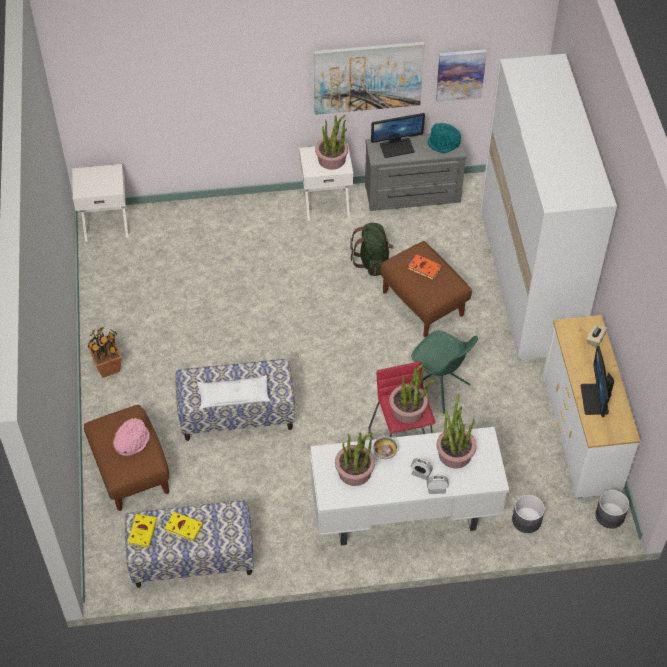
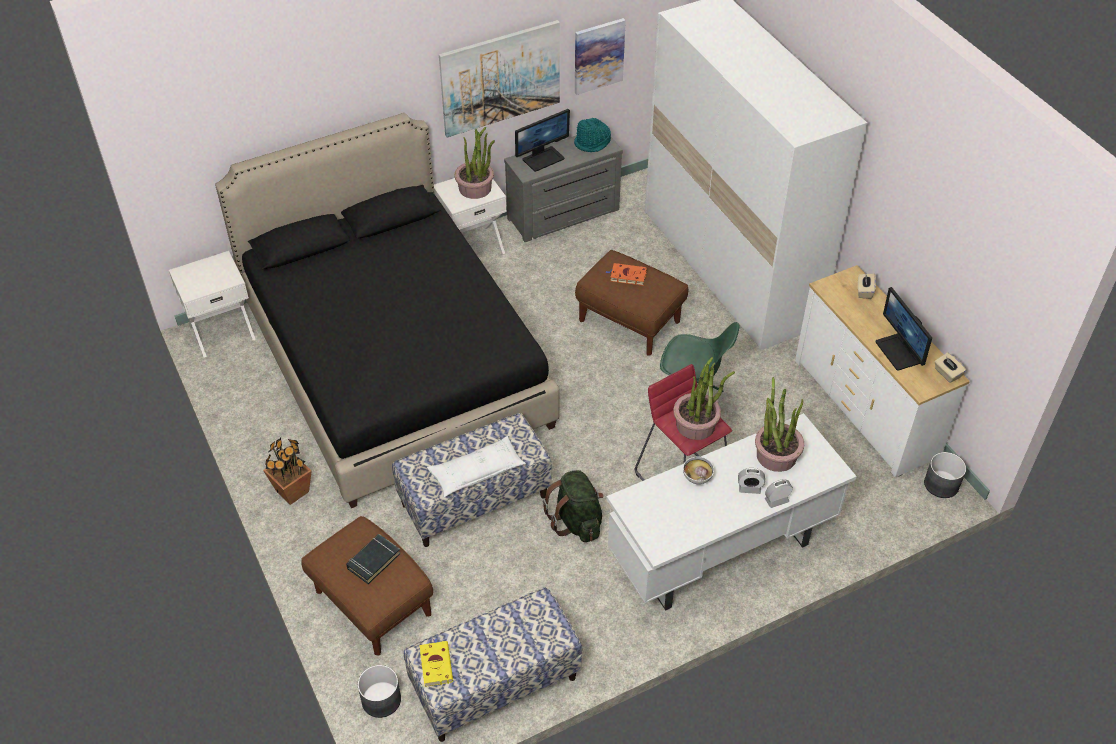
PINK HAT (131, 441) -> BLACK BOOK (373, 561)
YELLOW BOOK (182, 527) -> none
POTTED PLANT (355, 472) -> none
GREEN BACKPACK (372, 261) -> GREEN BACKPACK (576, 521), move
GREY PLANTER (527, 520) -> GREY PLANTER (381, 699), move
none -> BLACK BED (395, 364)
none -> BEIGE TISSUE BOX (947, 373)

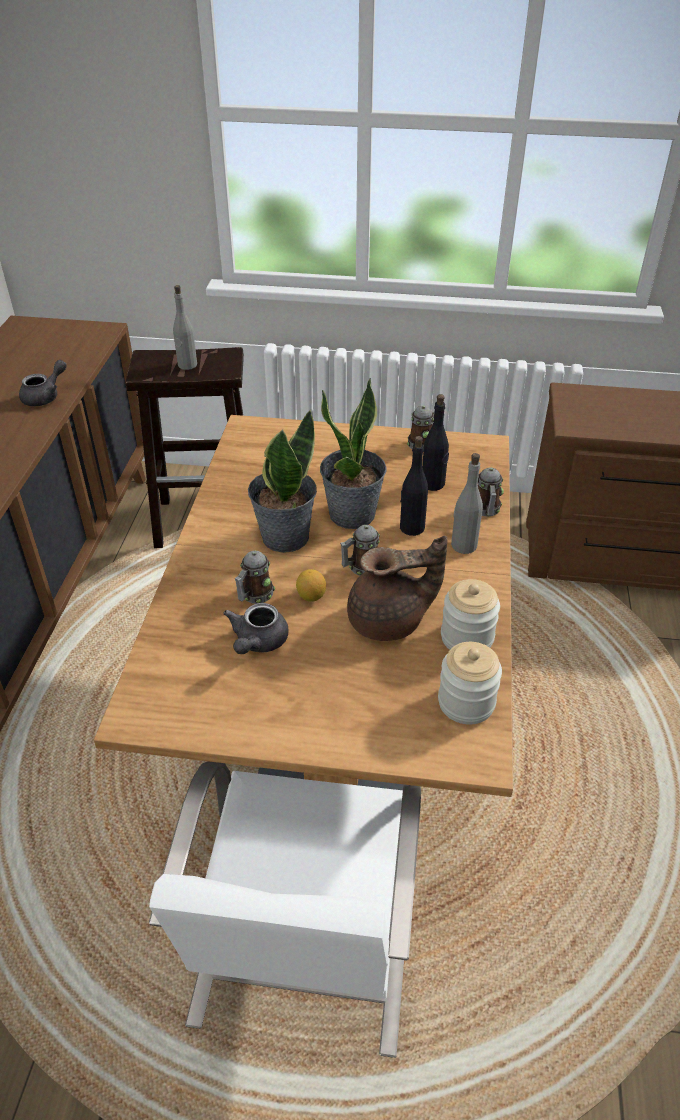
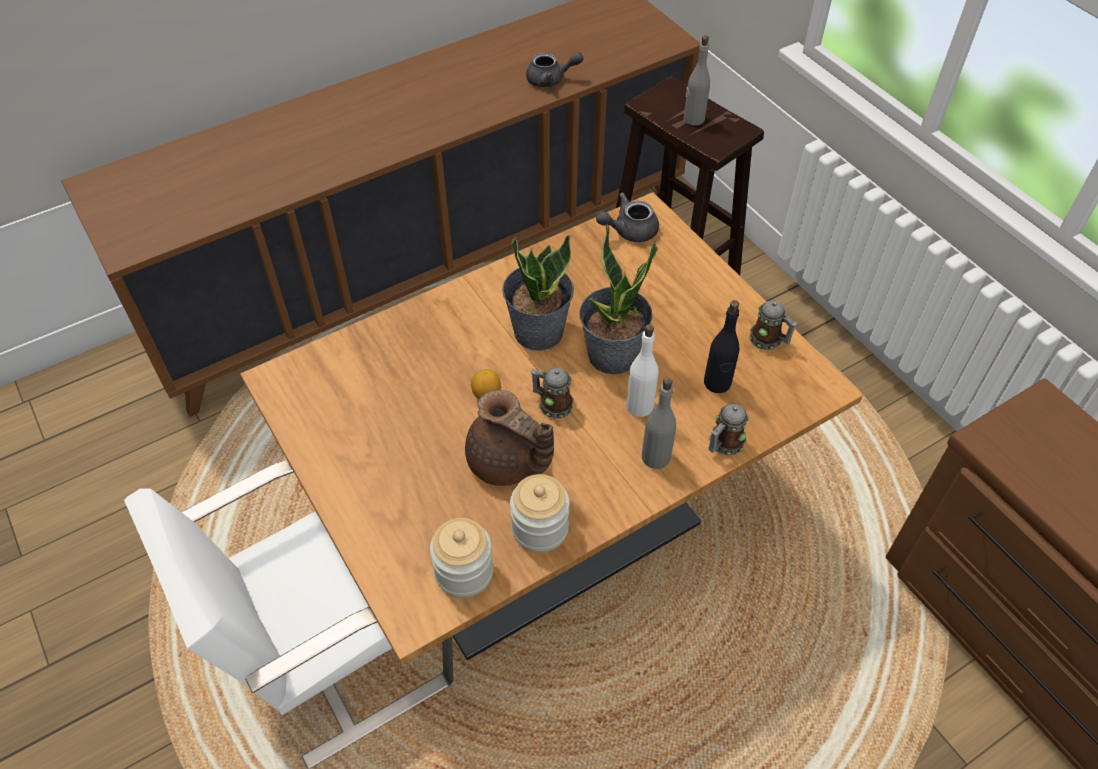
GREY TEAPOT (257, 642) -> GREY TEAPOT (629, 230), move
MUG (254, 595) -> none
BLACK BOTTLE (411, 528) -> WHITE BOTTLE (639, 405)

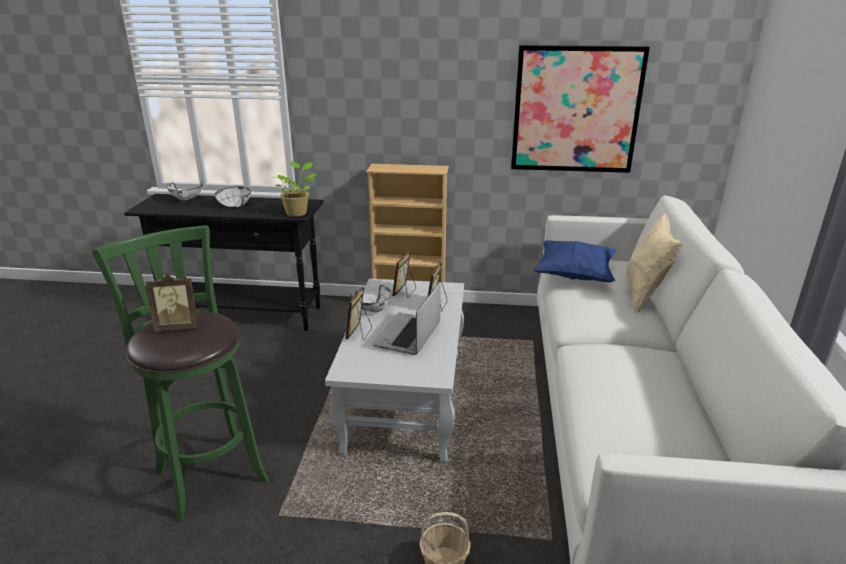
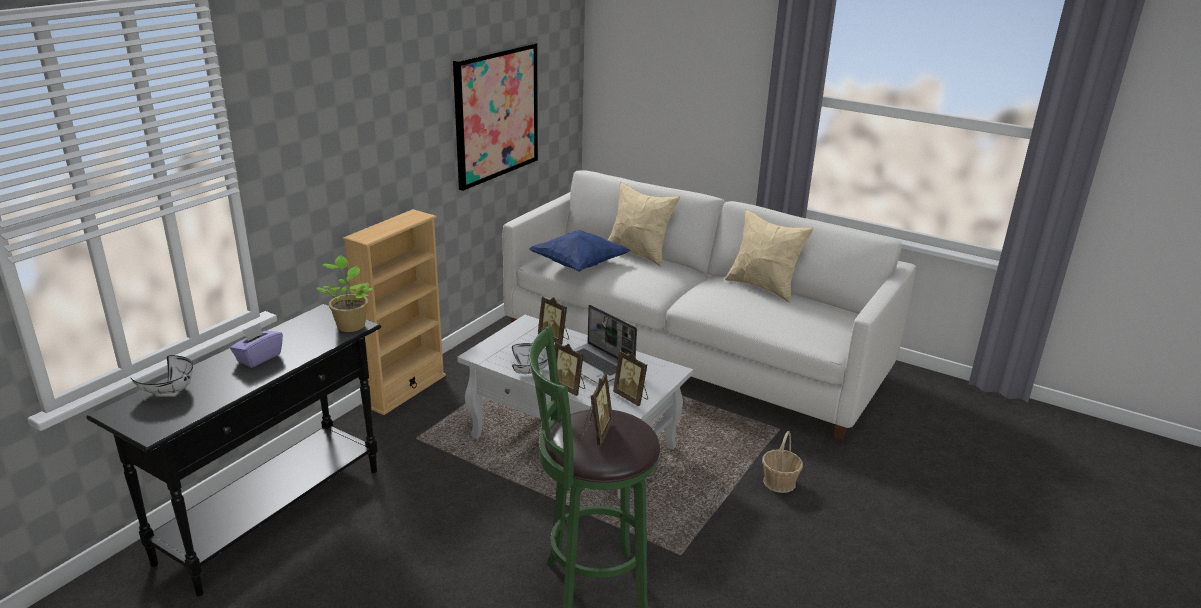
WHITE BOWL (236, 205) -> PURPLE TISSUE BOX (259, 358)
PICTURE FRAME (405, 292) -> PICTURE FRAME (631, 397), move
none -> BEIGE PILLOW (763, 287)

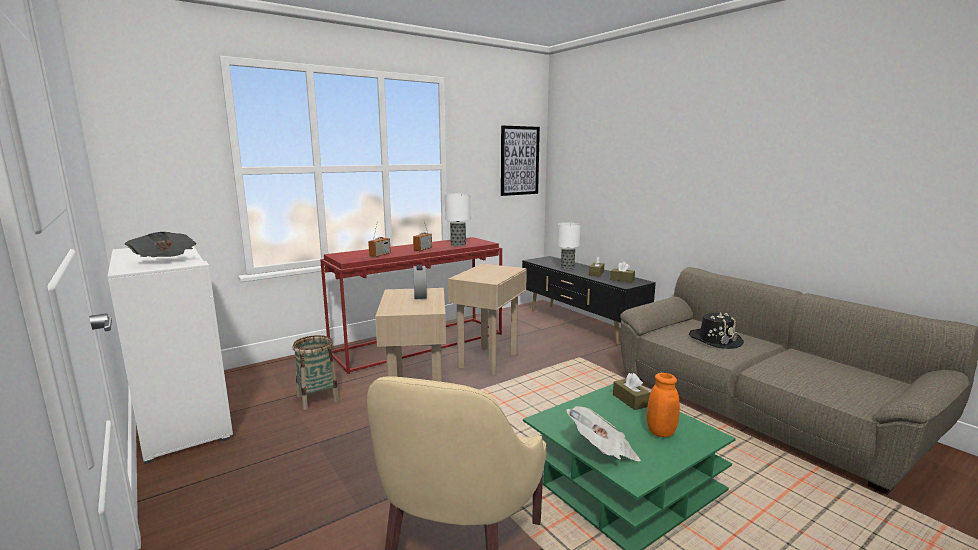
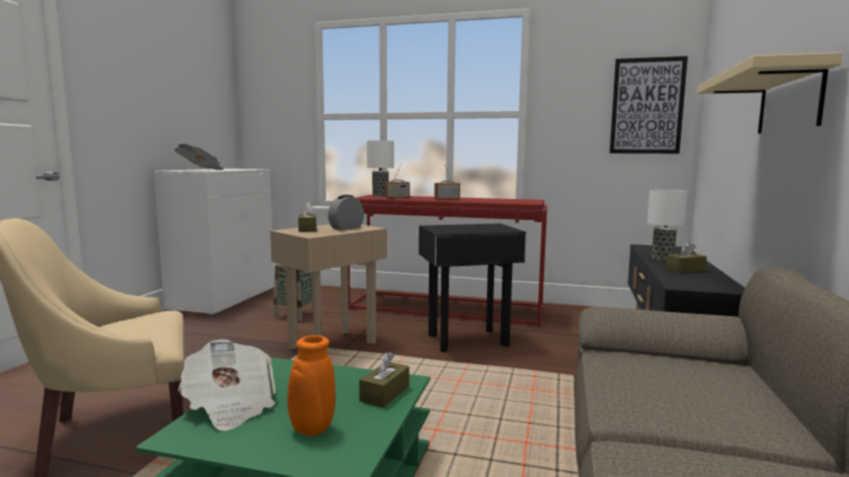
TABLE LAMP (458, 245) -> TABLE LAMP (380, 195), move
BEIGE SIDE TABLE (489, 360) -> BLACK SIDE TABLE (468, 340)
BROWN TISSUE BOX (622, 279) -> BROWN TISSUE BOX (307, 229), move
BLACK HAT (715, 340) -> none
none -> BEIGE SHELF (789, 100)

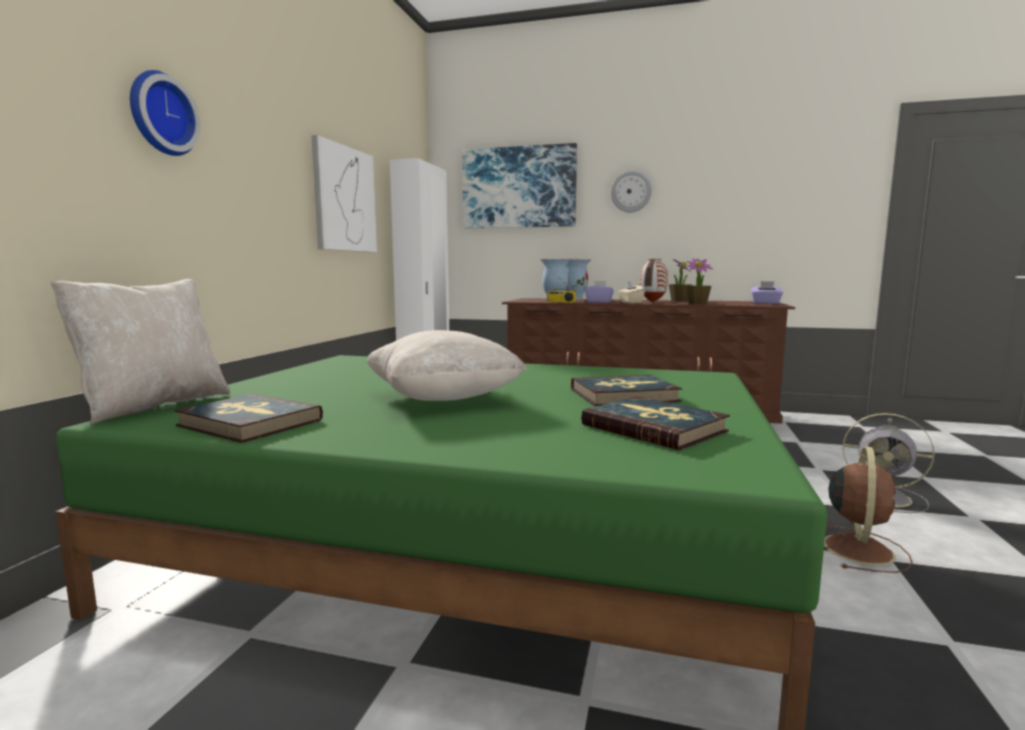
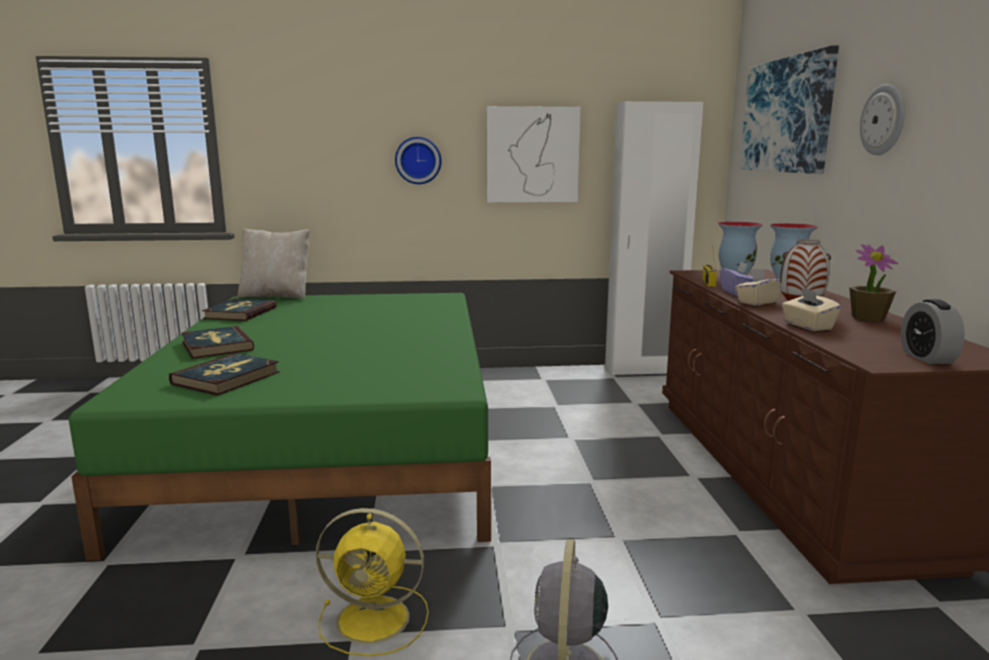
WALL CLOCK (160, 114) -> WALL CLOCK (418, 160), move
BEIGE PILLOW (442, 399) -> none
BOOK (624, 395) -> BOOK (216, 346), move
POTTED PLANT (698, 304) -> BEIGE TISSUE BOX (807, 326)
PURPLE TISSUE BOX (765, 303) -> ALARM CLOCK (927, 358)
BROWN FAN (857, 548) -> YELLOW FAN (376, 619)

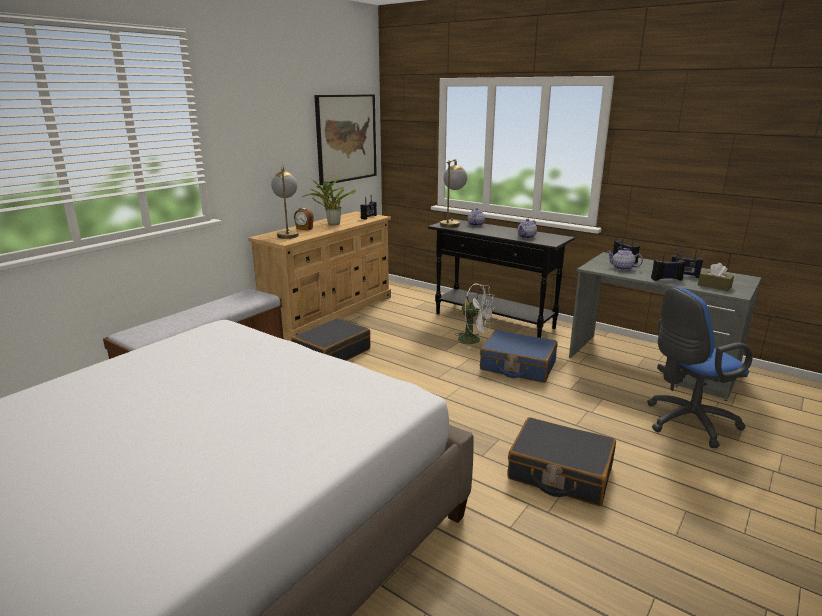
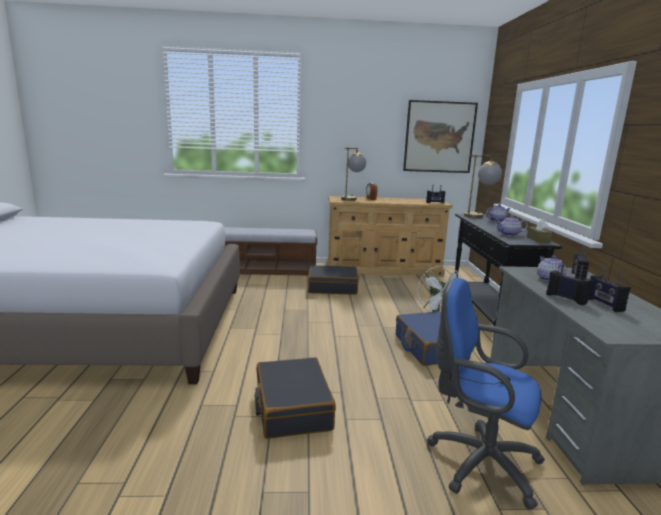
POTTED PLANT (332, 224) -> none
BROWN TISSUE BOX (714, 286) -> BROWN TISSUE BOX (538, 240), move

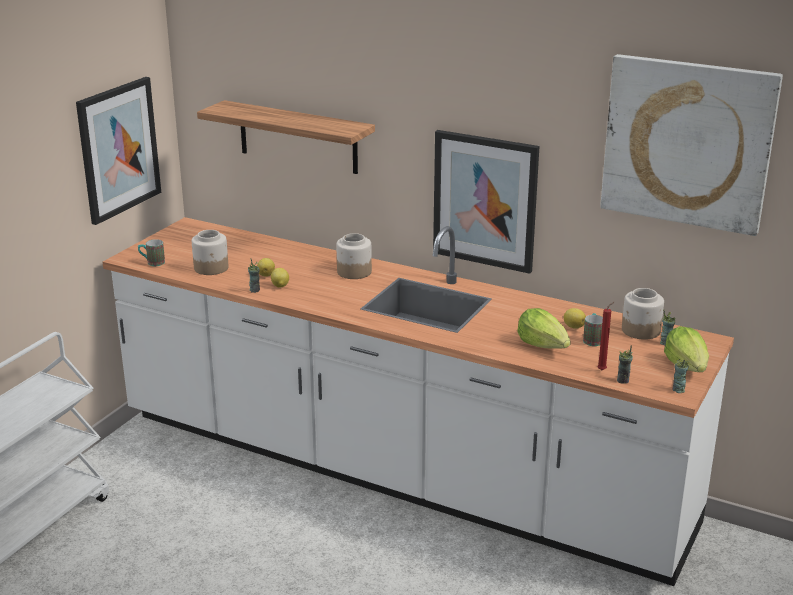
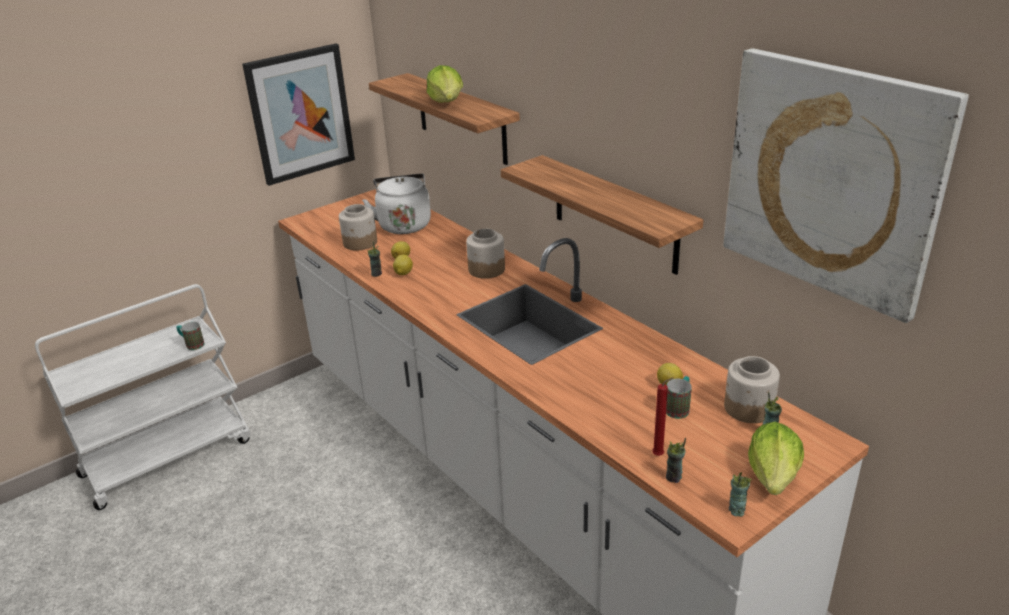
MUG (152, 263) -> MUG (192, 344), move
PICTURE (485, 200) -> SHELF (614, 214)
LETTUCE (543, 345) -> LETTUCE (447, 102), move
none -> WHITE KETTLE (403, 224)

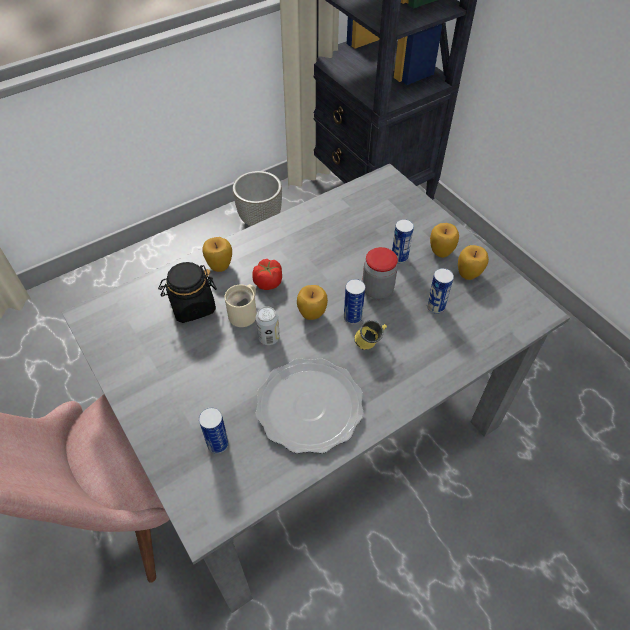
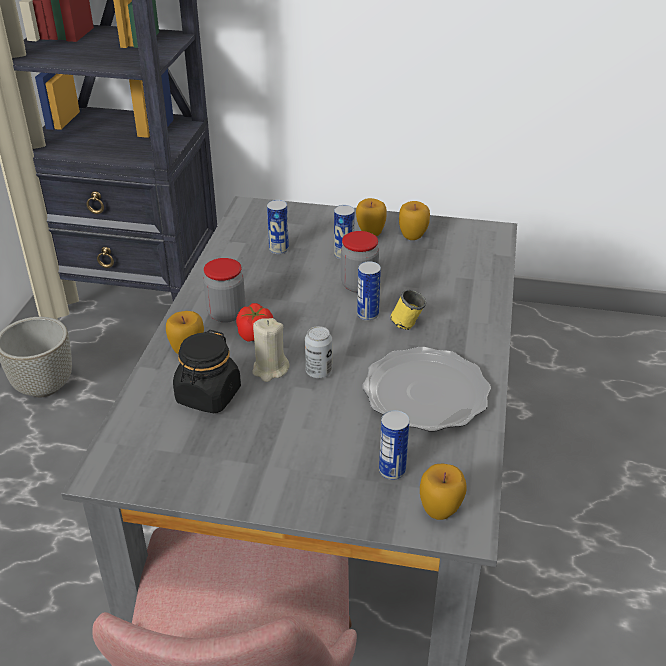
BEIGE MUG (245, 314) -> BEIGE CANDLE (270, 369)
APPLE (312, 314) -> APPLE (440, 511), move
CAN (435, 307) -> CAN (278, 249), move
none -> JAR (226, 314)

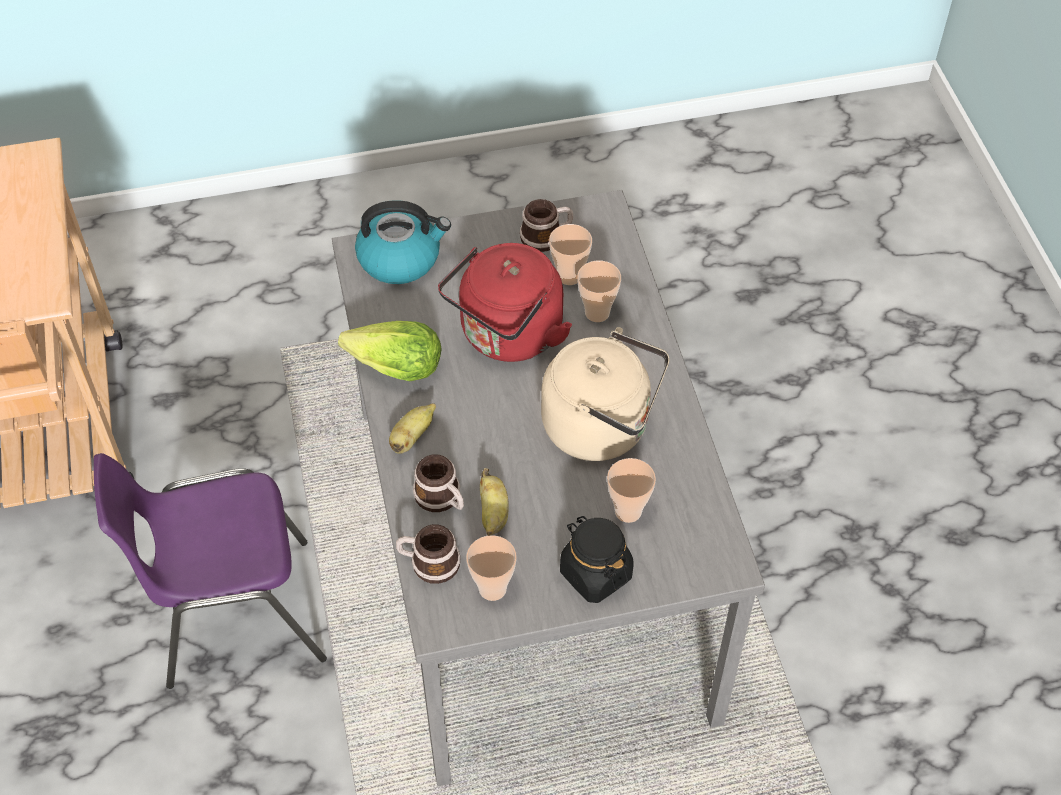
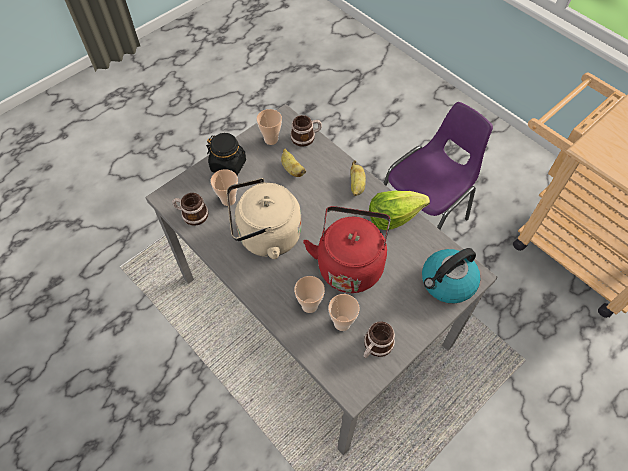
MUG (442, 498) -> MUG (191, 214), move

